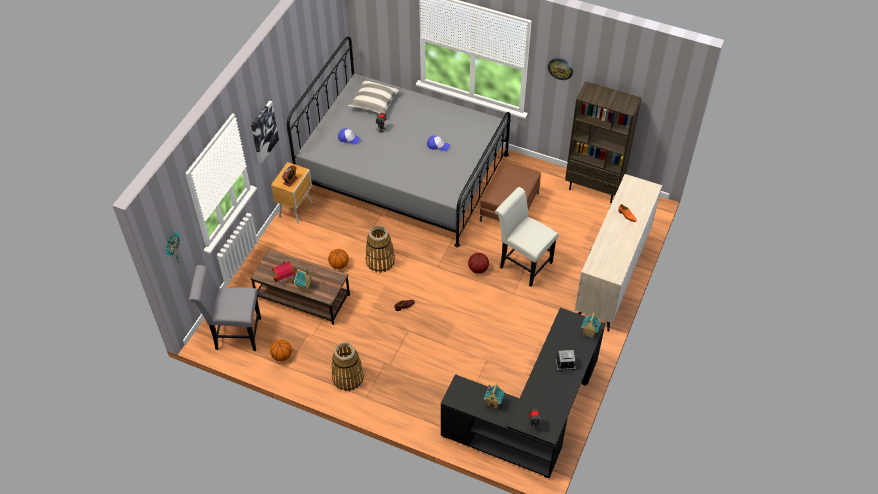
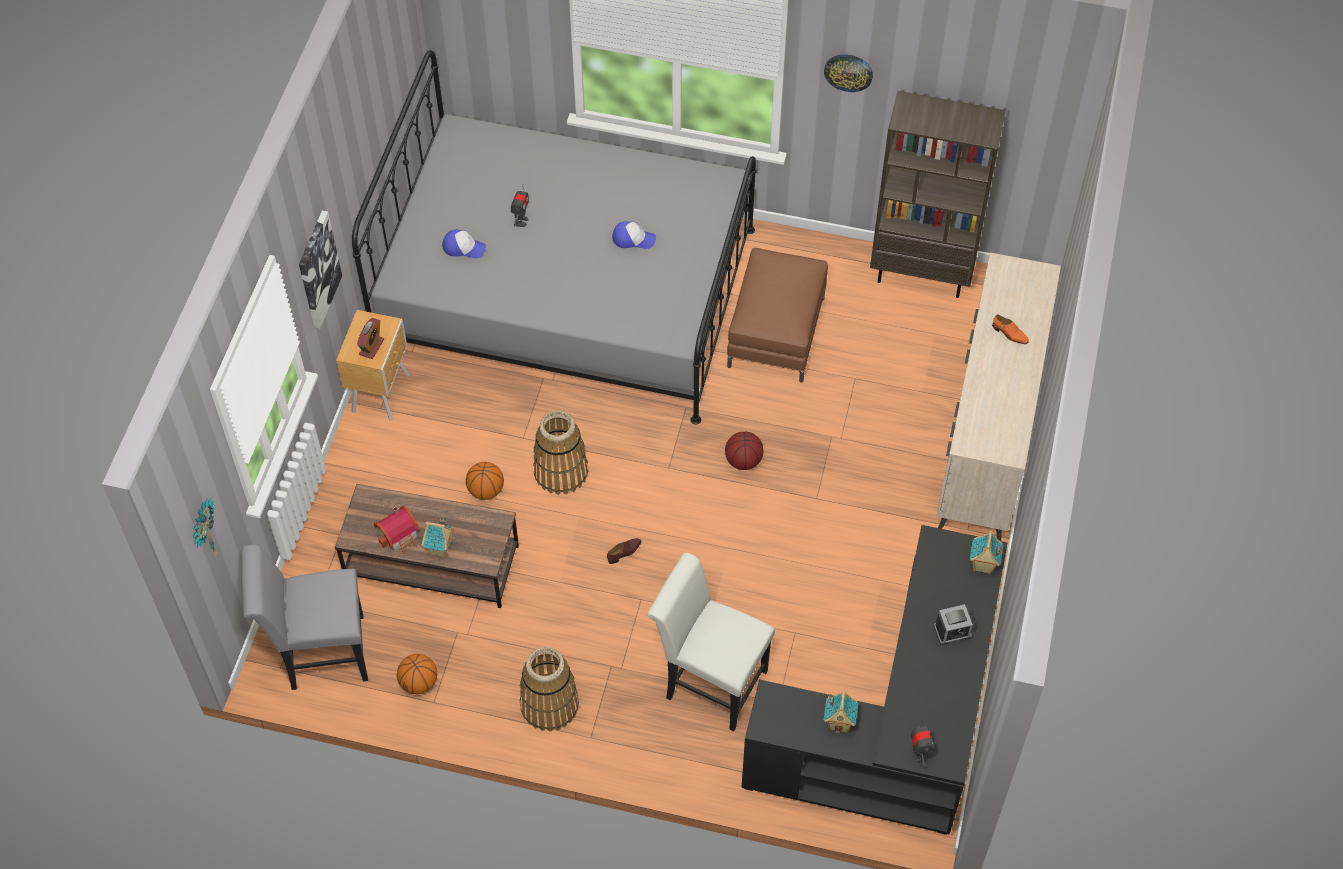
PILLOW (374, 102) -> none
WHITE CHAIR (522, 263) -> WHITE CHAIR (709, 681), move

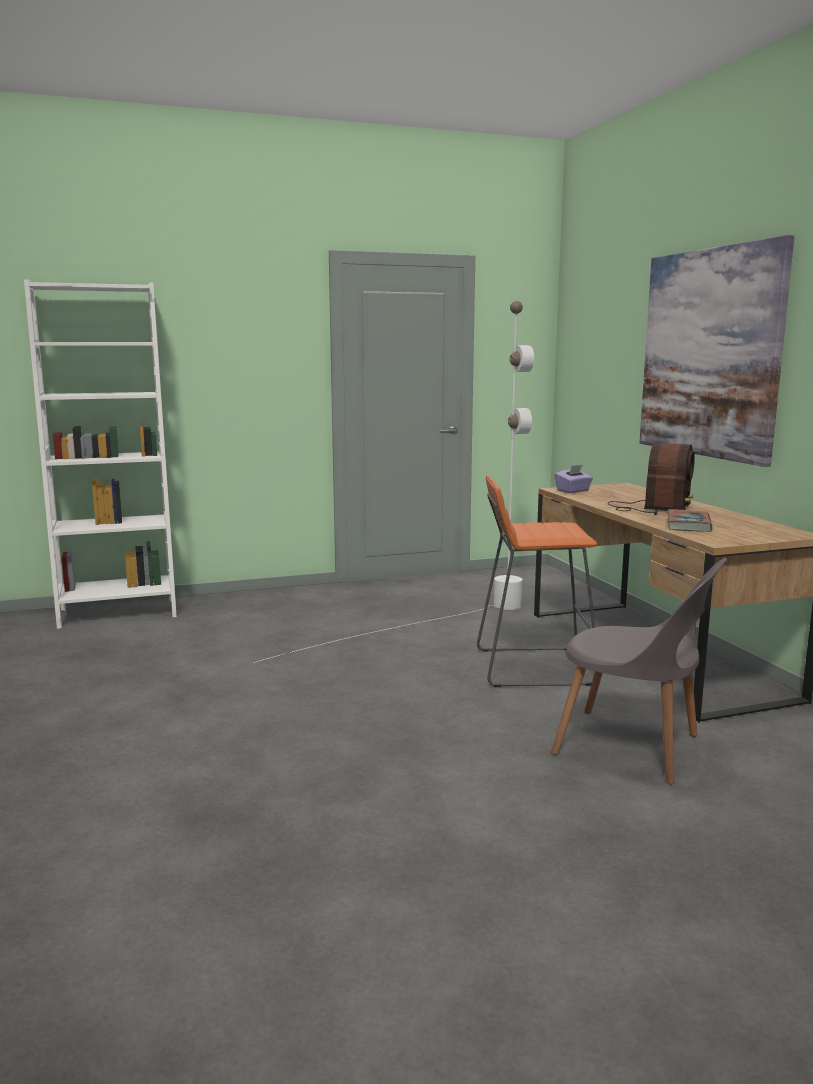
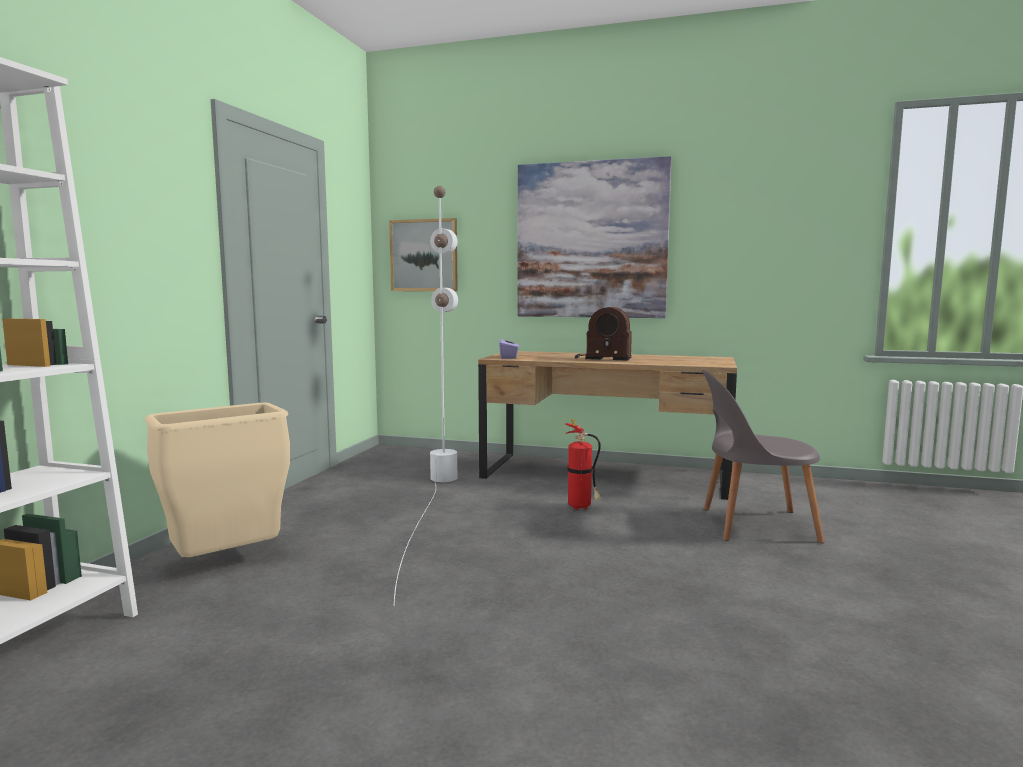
ORANGE STOOL (532, 666) -> FIRE EXTINGUISHER (582, 508)
GREY CHAIR (633, 746) -> GREY CHAIR (753, 525), 150 degrees counterclockwise
RADIO (652, 508) -> RADIO (602, 358), 135 degrees clockwise
BOOK (688, 525) -> none
none -> BEIGE TRASH CAN (227, 563)
none -> PICTURE (424, 255)

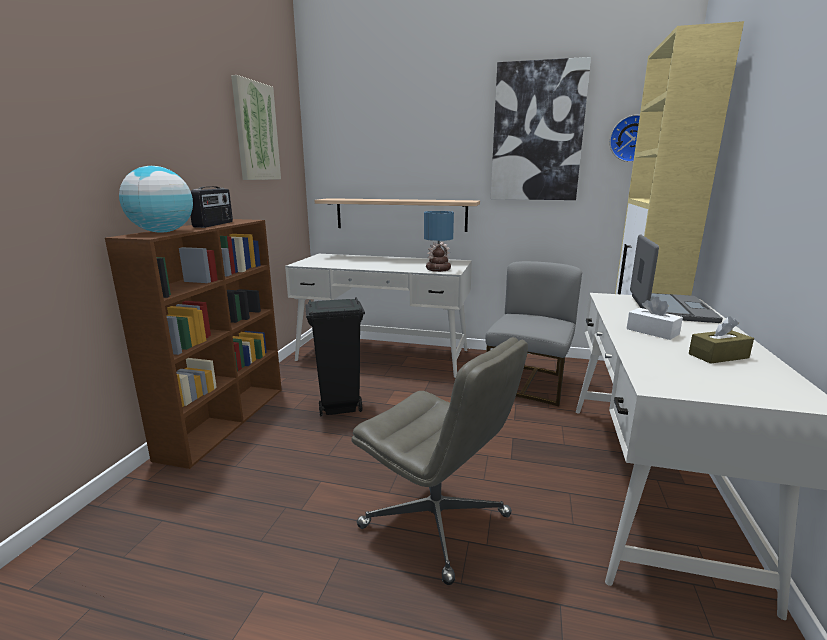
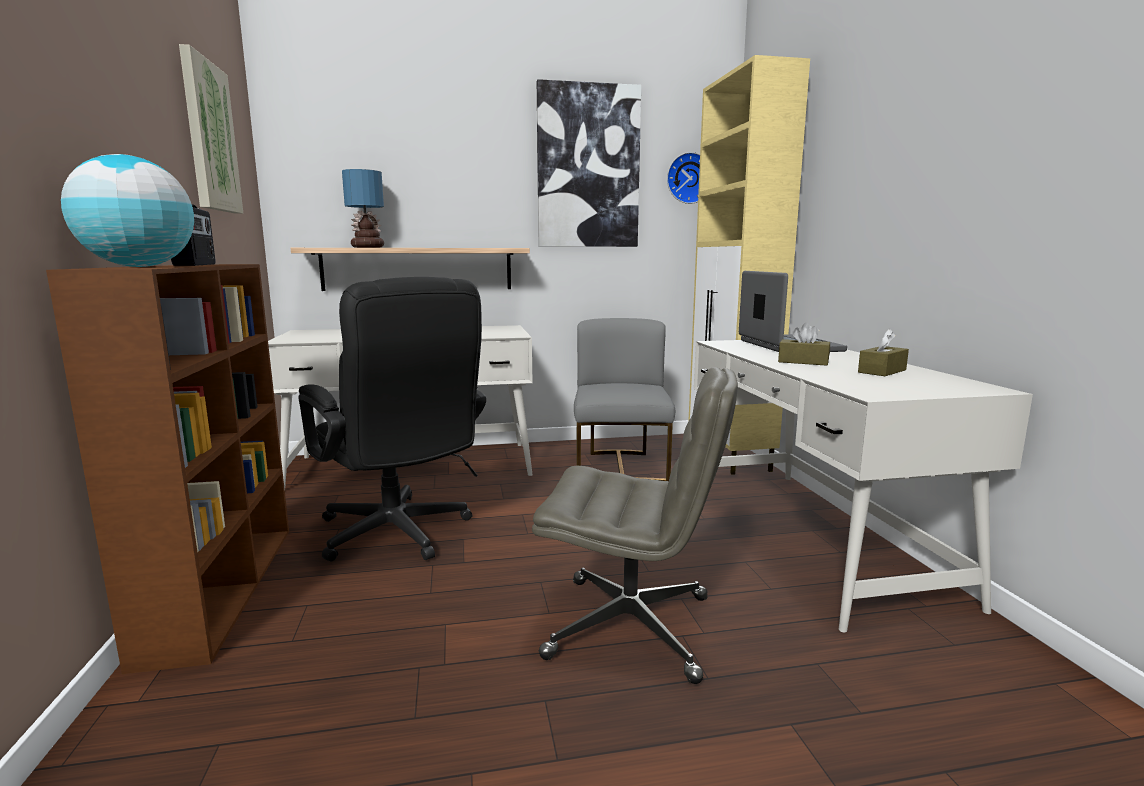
BLACK TRASH CAN (339, 408) -> BLACK OFFICE CHAIR (400, 536)
TABLE LAMP (437, 269) -> TABLE LAMP (367, 247), move
WHITE TISSUE BOX (652, 332) -> BROWN TISSUE BOX (803, 362)

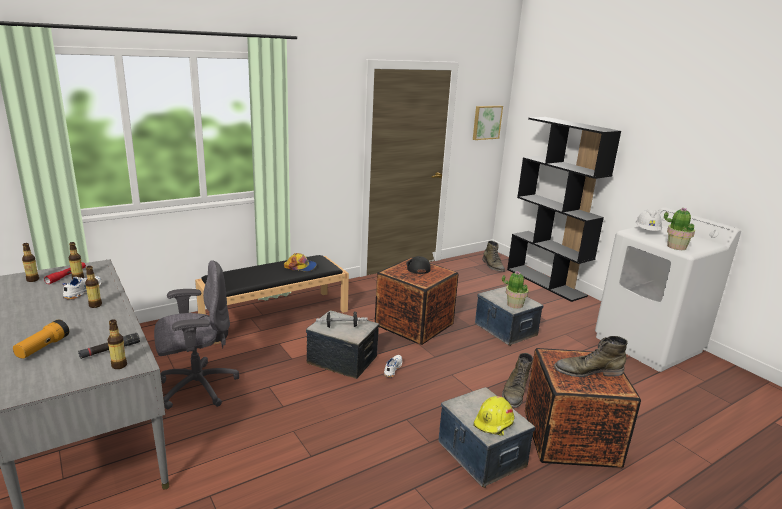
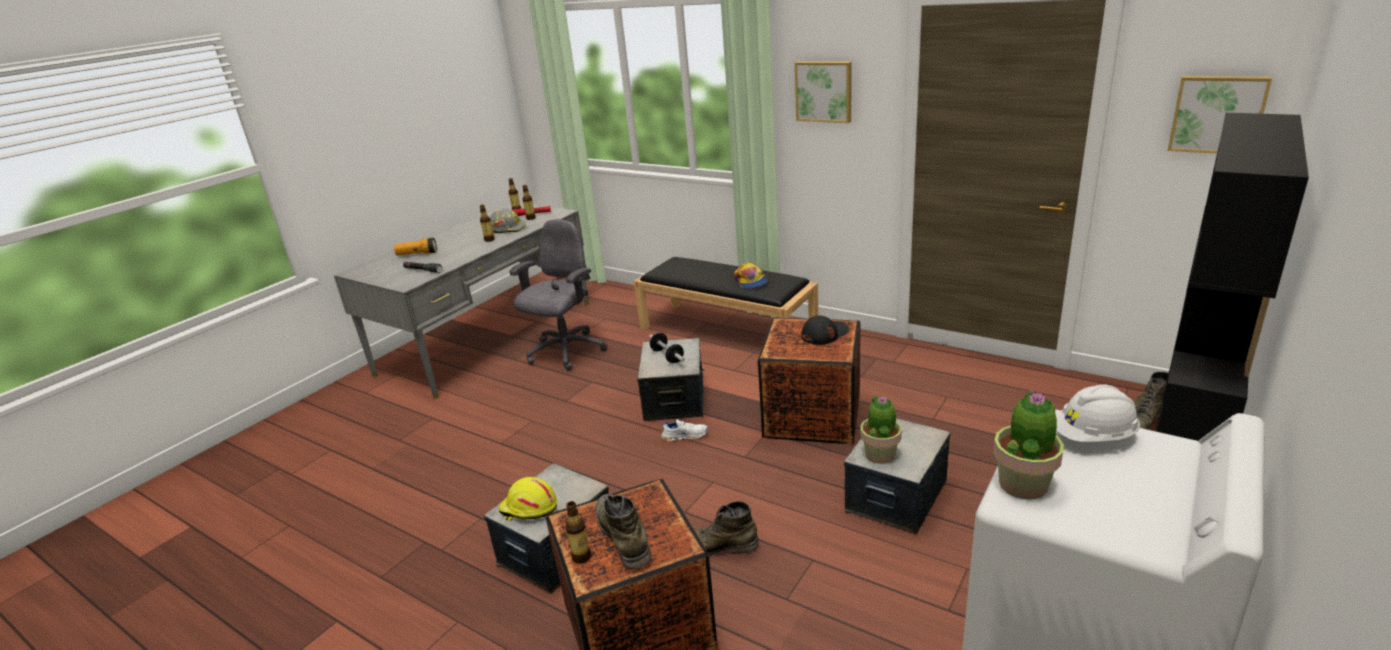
WHITE SHOE (82, 292) -> GREY HARD HAT (508, 228)
BOTTLE (119, 365) -> BOTTLE (581, 557), move
GREY OFFICE CHAIR (196, 387) -> GREY OFFICE CHAIR (566, 352), 105 degrees counterclockwise
none -> PICTURE (824, 91)

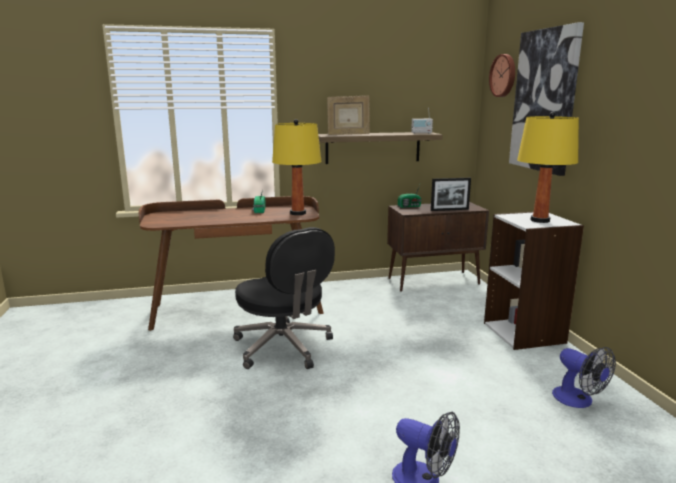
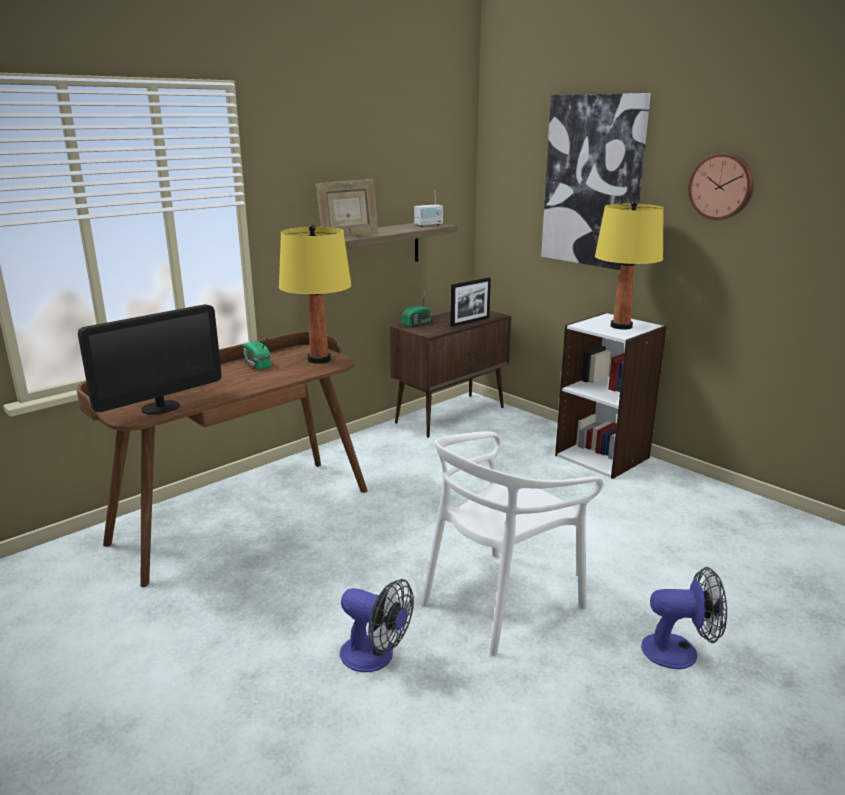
BLACK OFFICE CHAIR (284, 347) -> none
WALL CLOCK (504, 75) -> WALL CLOCK (721, 186), move
FAN (578, 400) -> FAN (375, 657), move
none -> MONITOR (160, 407)
none -> WHITE CHAIR (501, 601)

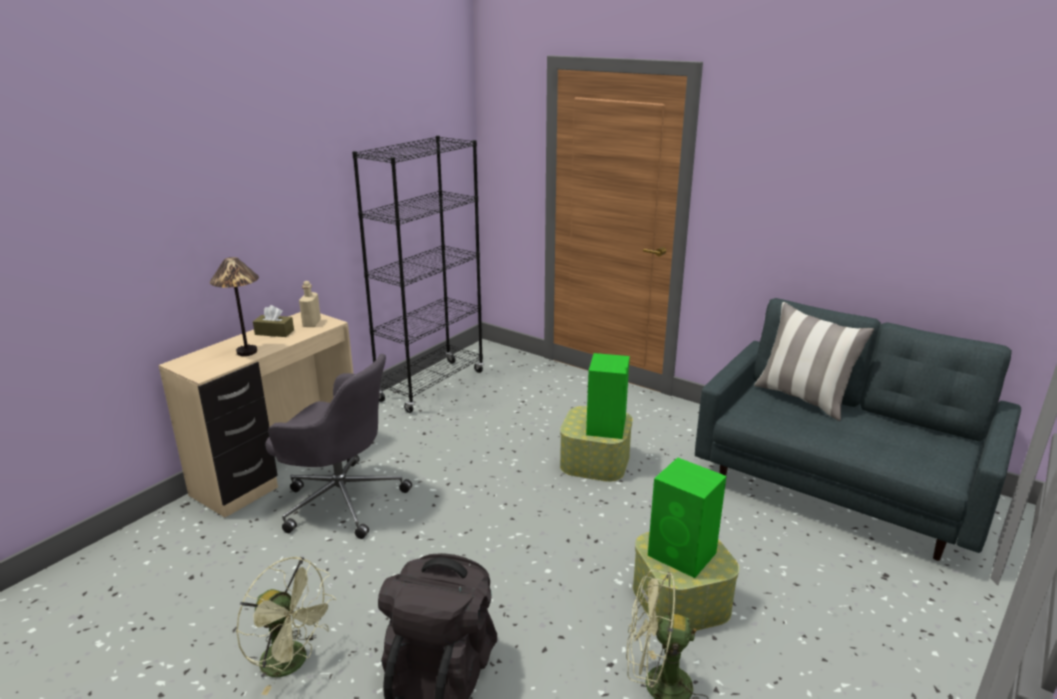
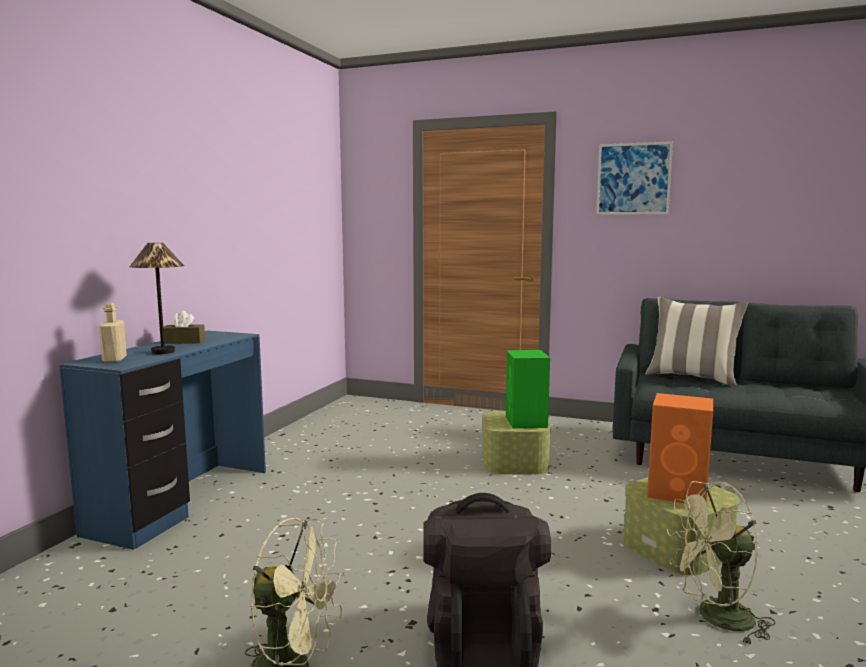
BEIGE DESK (281, 467) -> BLUE DESK (184, 501)
GREY OFFICE CHAIR (341, 499) -> none
BEIGE BOTTLE (311, 323) -> BEIGE BOTTLE (114, 360), move
BLACK BOOKCASE (431, 386) -> none
GREEN SPEAKER (683, 555) -> ORANGE SPEAKER (679, 493)
none -> PICTURE (633, 179)

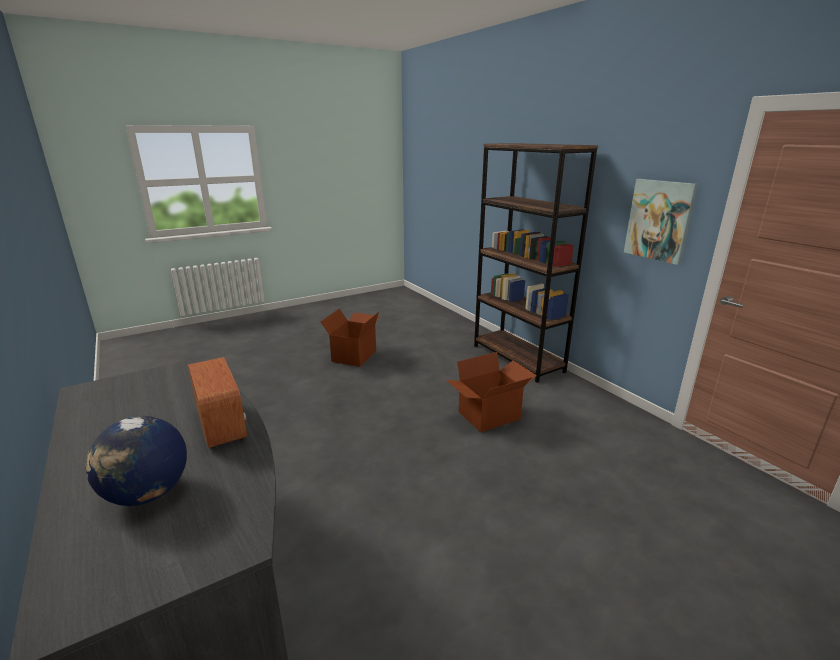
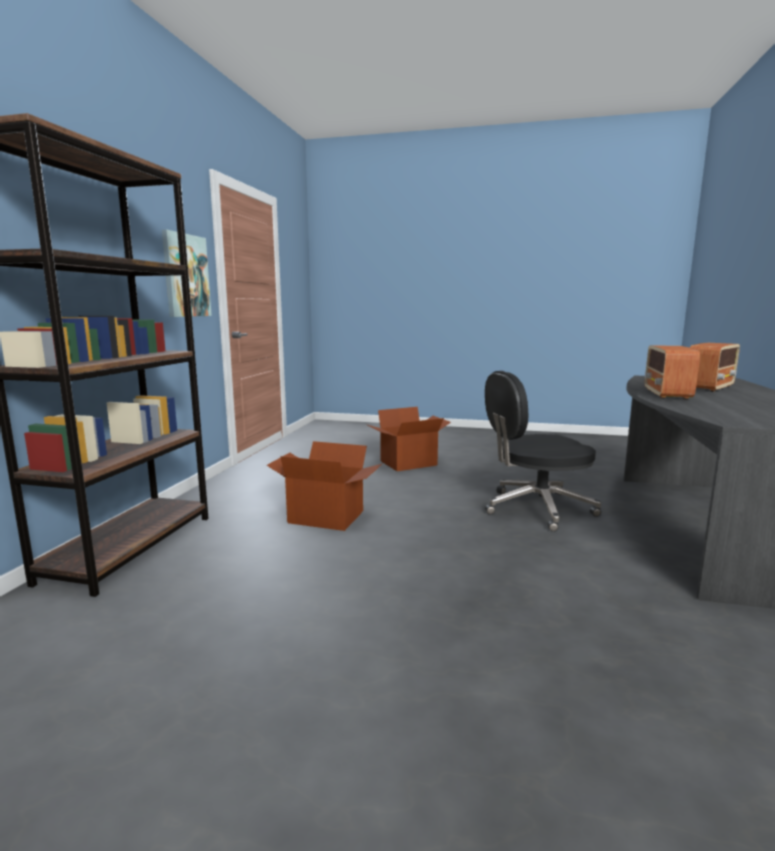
GLOBE (147, 494) -> RADIO (710, 387)
CARDBOARD BOX (353, 356) -> CARDBOARD BOX (409, 463), move
none -> BLACK OFFICE CHAIR (536, 508)

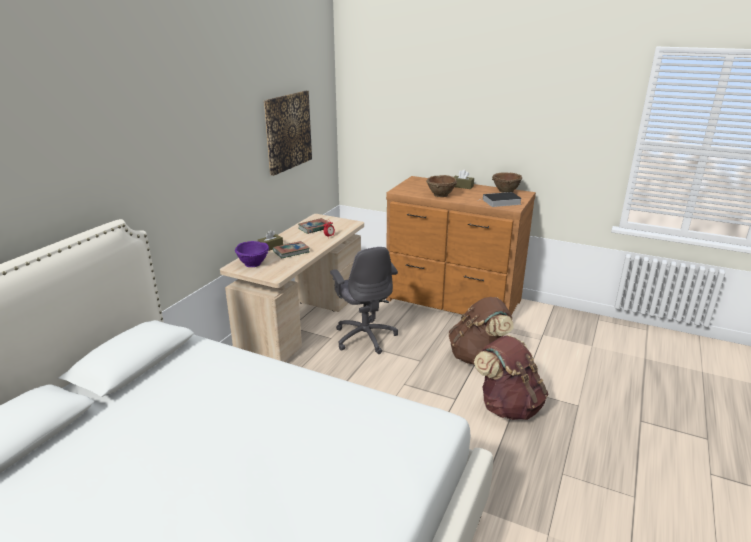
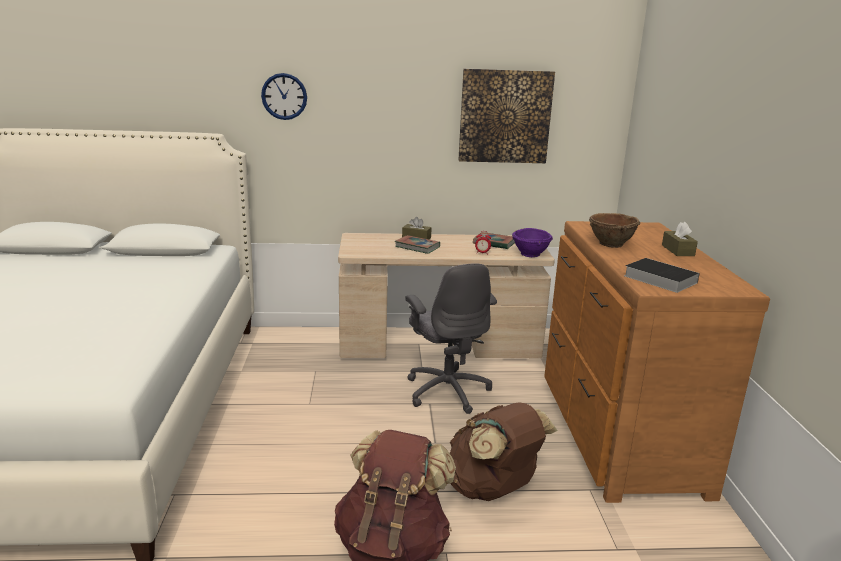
PURPLE BOWL (253, 264) -> PURPLE BOWL (530, 254), move
GREY OFFICE CHAIR (365, 337) -> GREY OFFICE CHAIR (447, 390), 60 degrees counterclockwise
BROWN BOWL (505, 191) -> none
none -> WALL CLOCK (284, 96)

